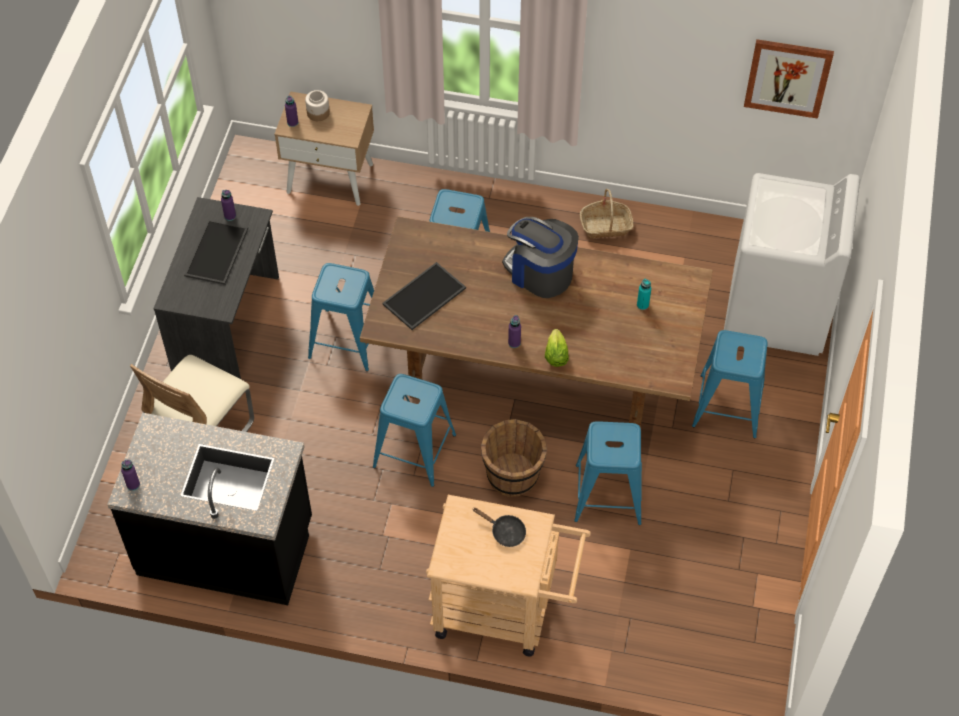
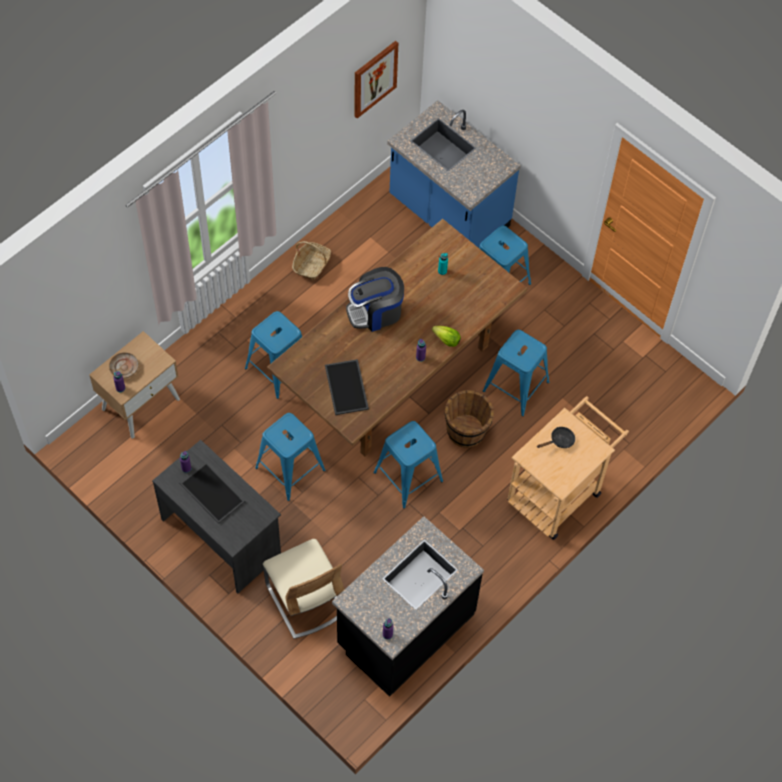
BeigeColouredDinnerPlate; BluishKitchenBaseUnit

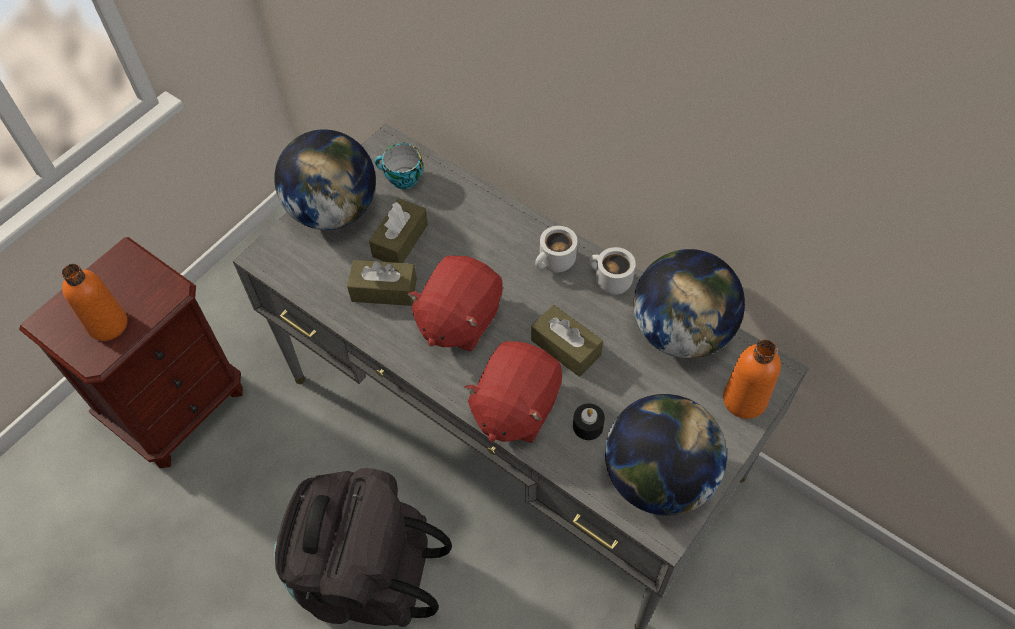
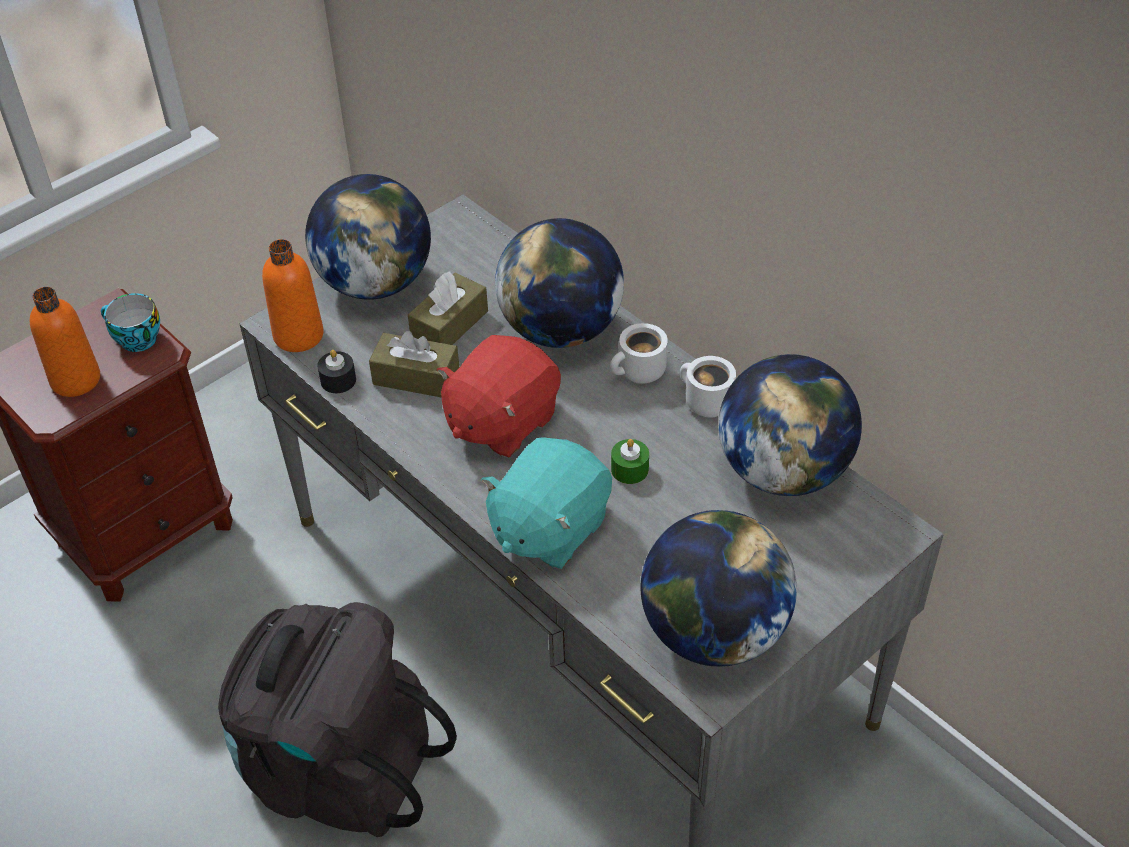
DrinkingCup; OrangeyBeverageBottle (2nd from left); BlackColouredCandle; BlueGreenCuddlyToy; WorldGlobe (2nd from left); GreenColouredCandle

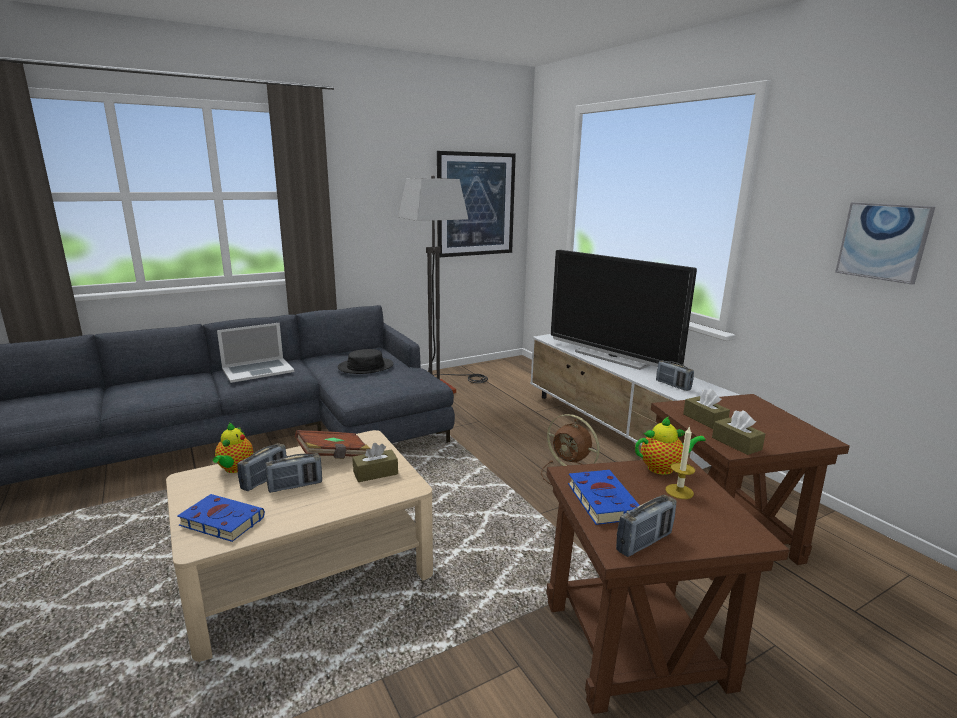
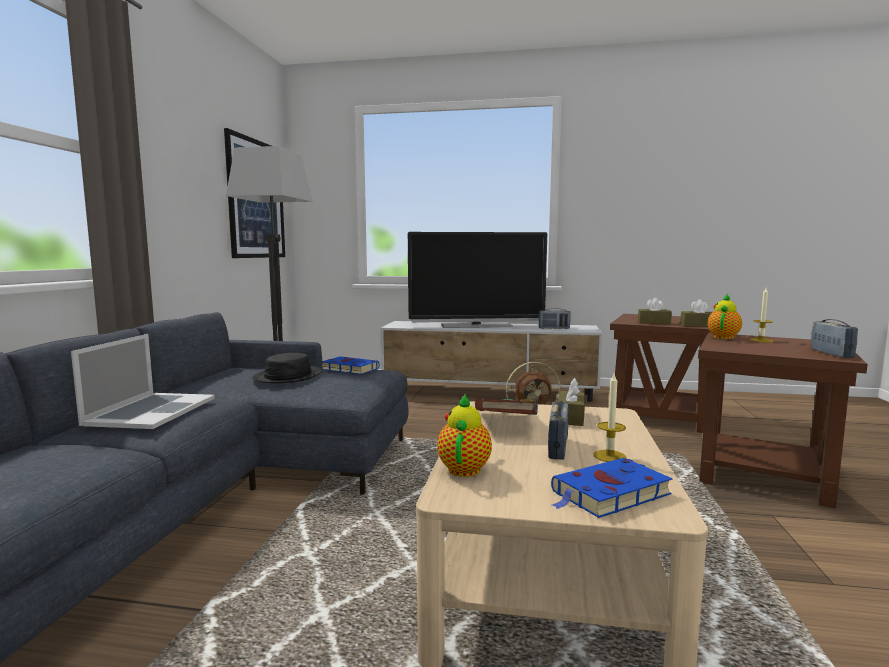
BluishBoundBook (1st from left); Teapot (1st from left); Candle (1st from left); RadioSet (1st from left in the first image); WallPicture (2nd from left in the first image)

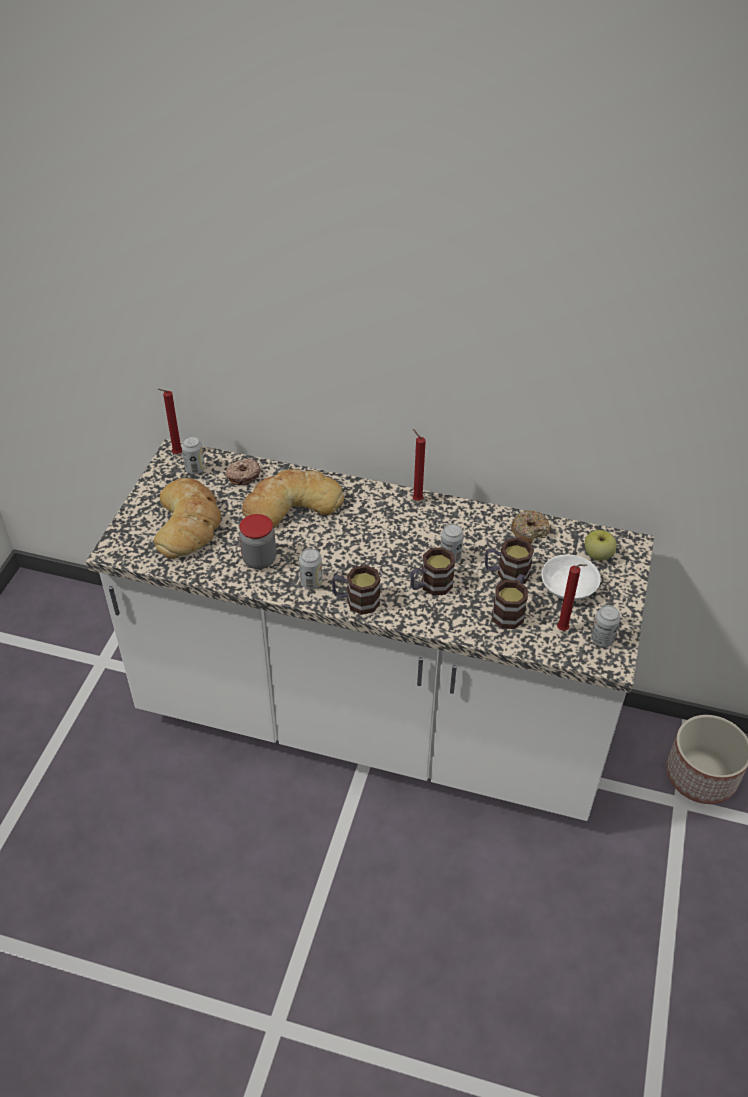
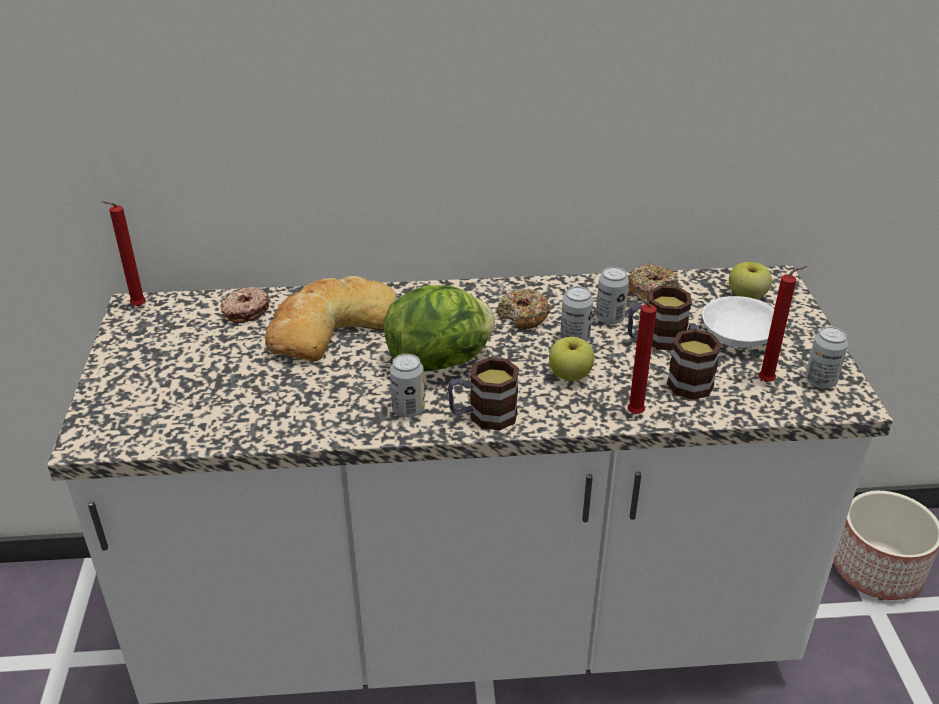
LettuceHead; Donut (2nd from left); AppleFruit (1st from left); MetalCan (3rd from left); RedColouredCandle (2nd from left); BakedBread (1st from left in the first image); StorageJar

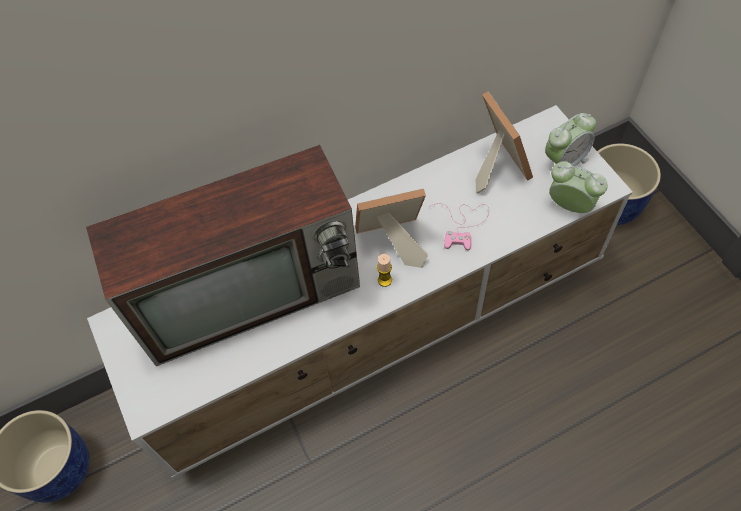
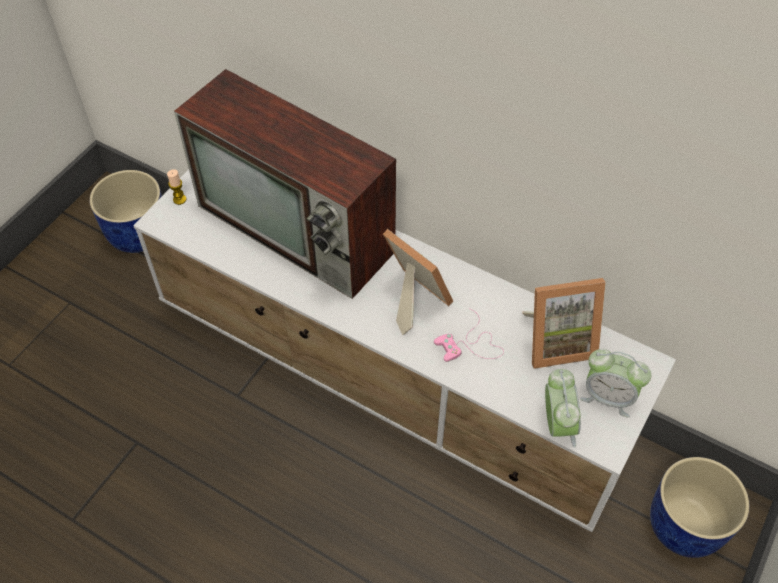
Candle; PictureFrame (2nd from left)

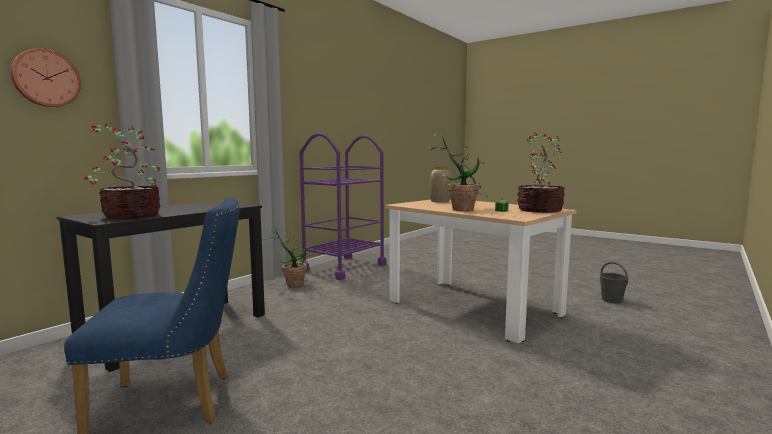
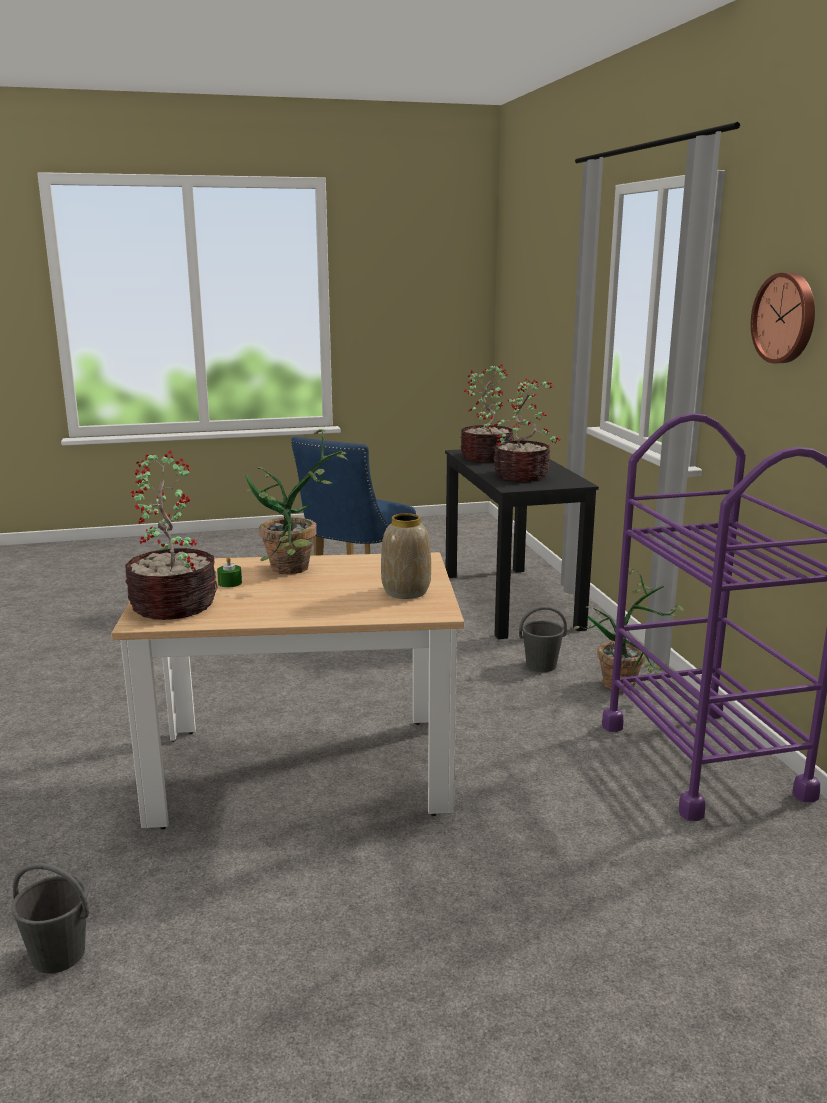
PlantInAPot (4th from left); GreyishBucket (2nd from left); ClockOnTheWall

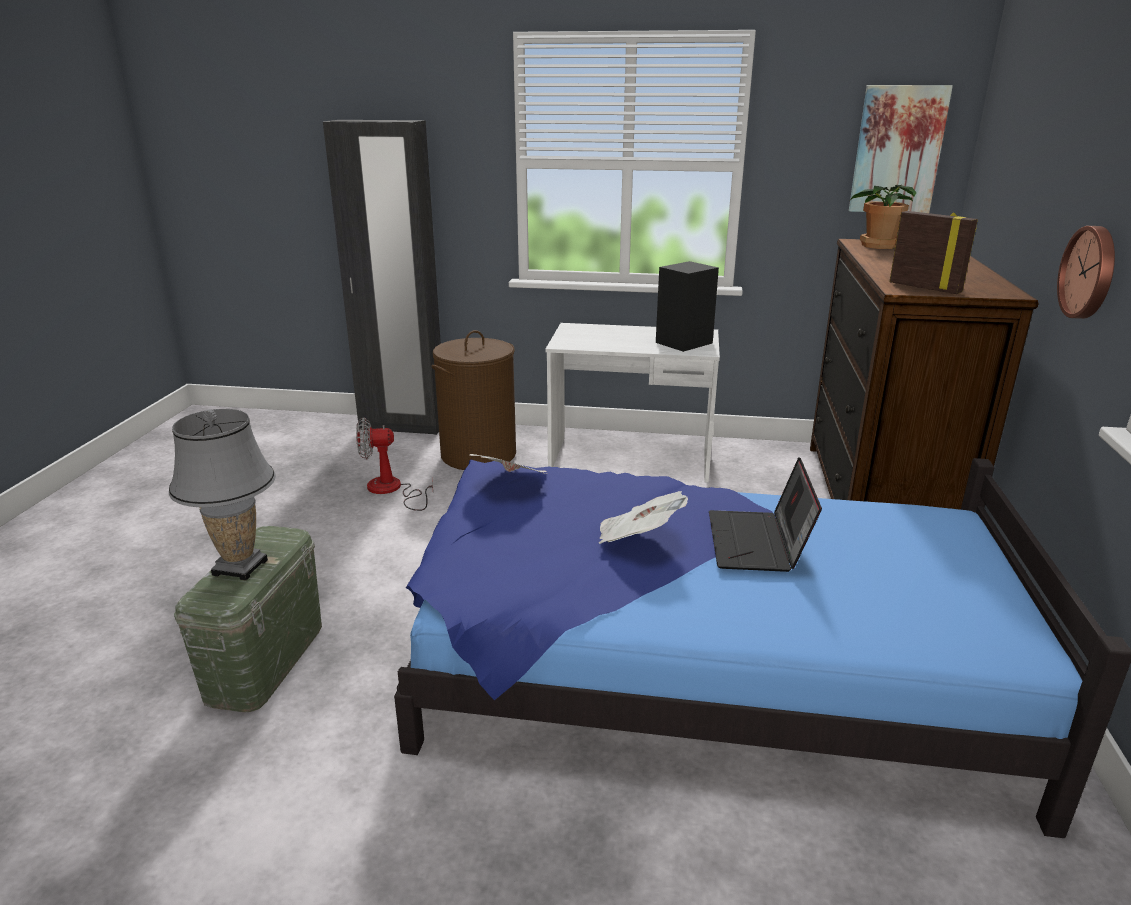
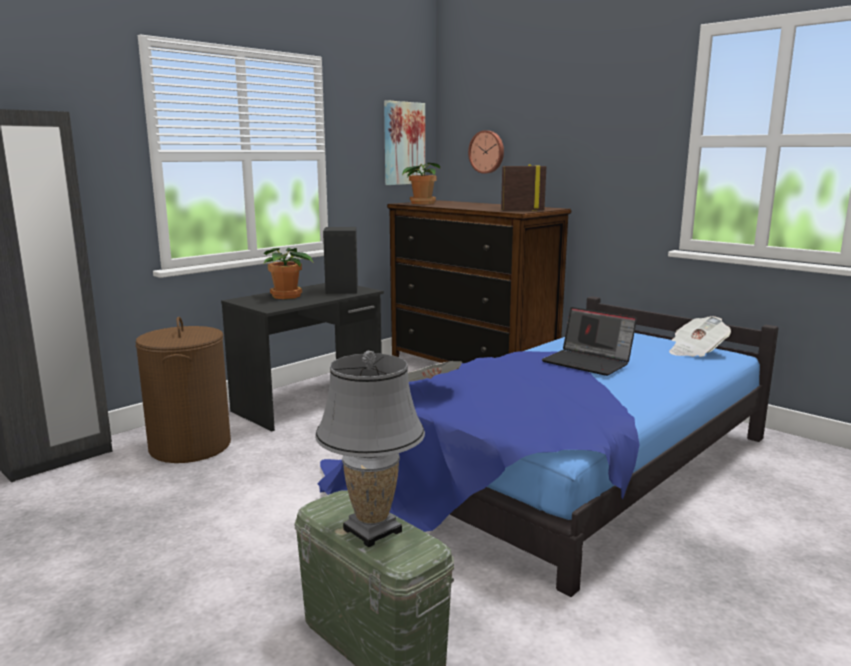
BlackColouredDeskUnit; PlantInAPot (1st from left); ClockOnTheWall; PrintedPaper (2nd from left); Fan

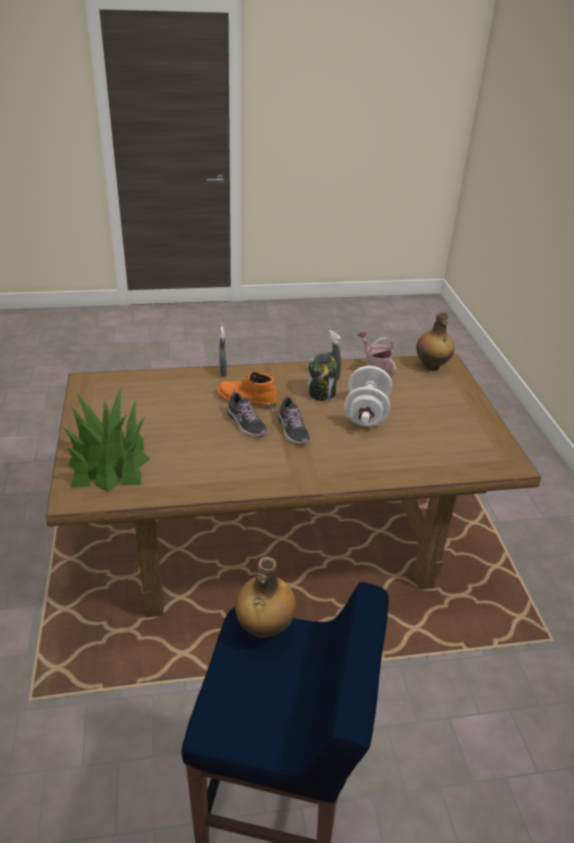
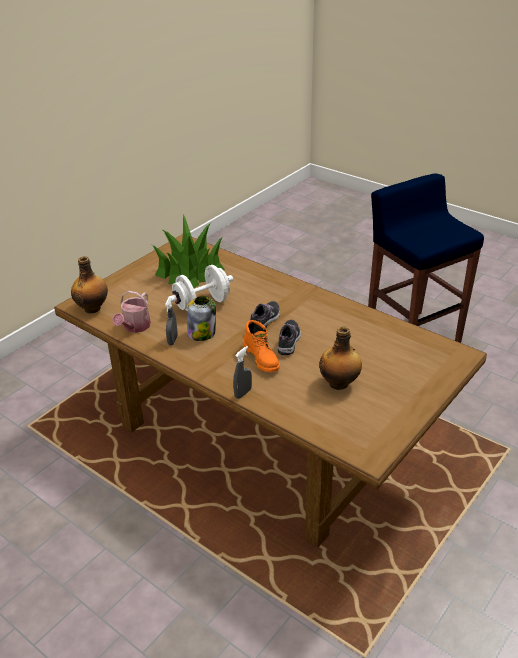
PlantInAPot; BeverageBottle (2nd from left)

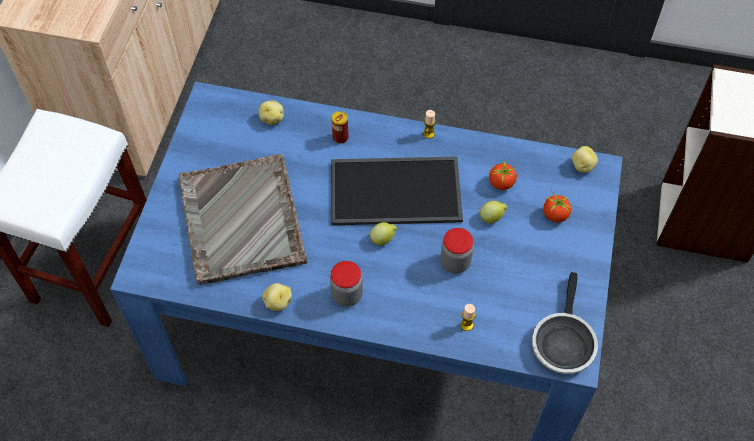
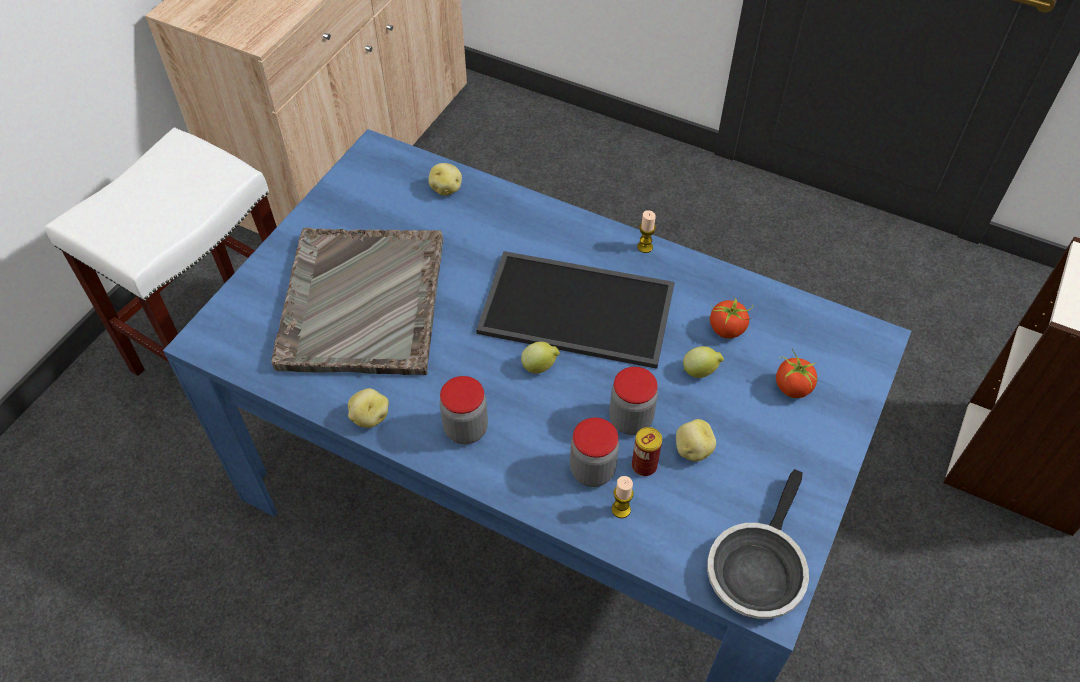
StorageJar (2nd from left); MetalCan; Potato (3rd from left)

